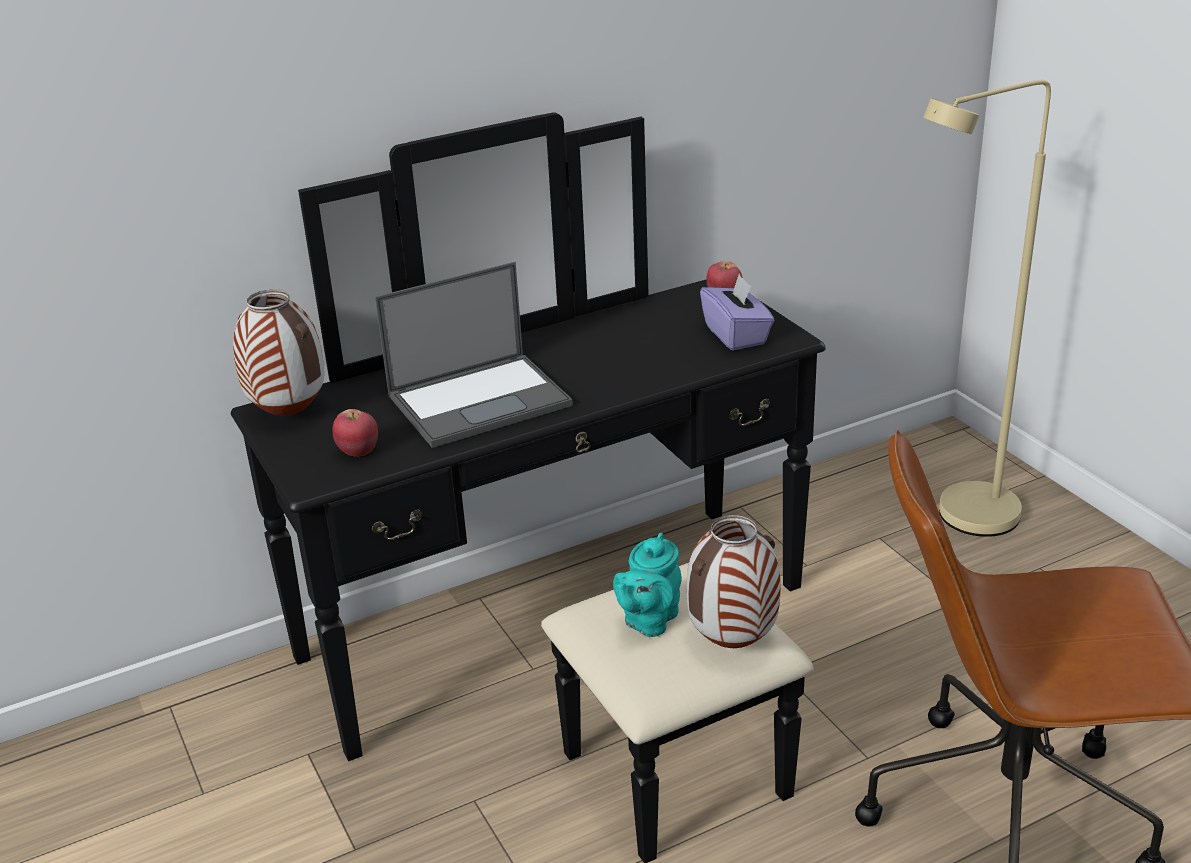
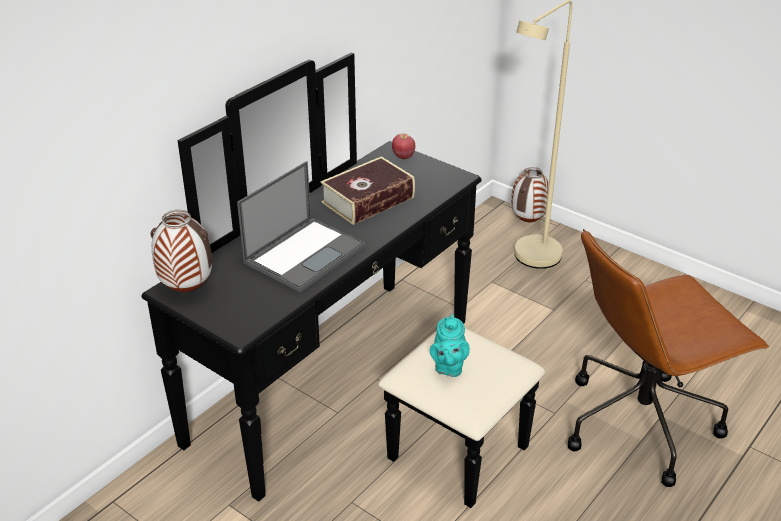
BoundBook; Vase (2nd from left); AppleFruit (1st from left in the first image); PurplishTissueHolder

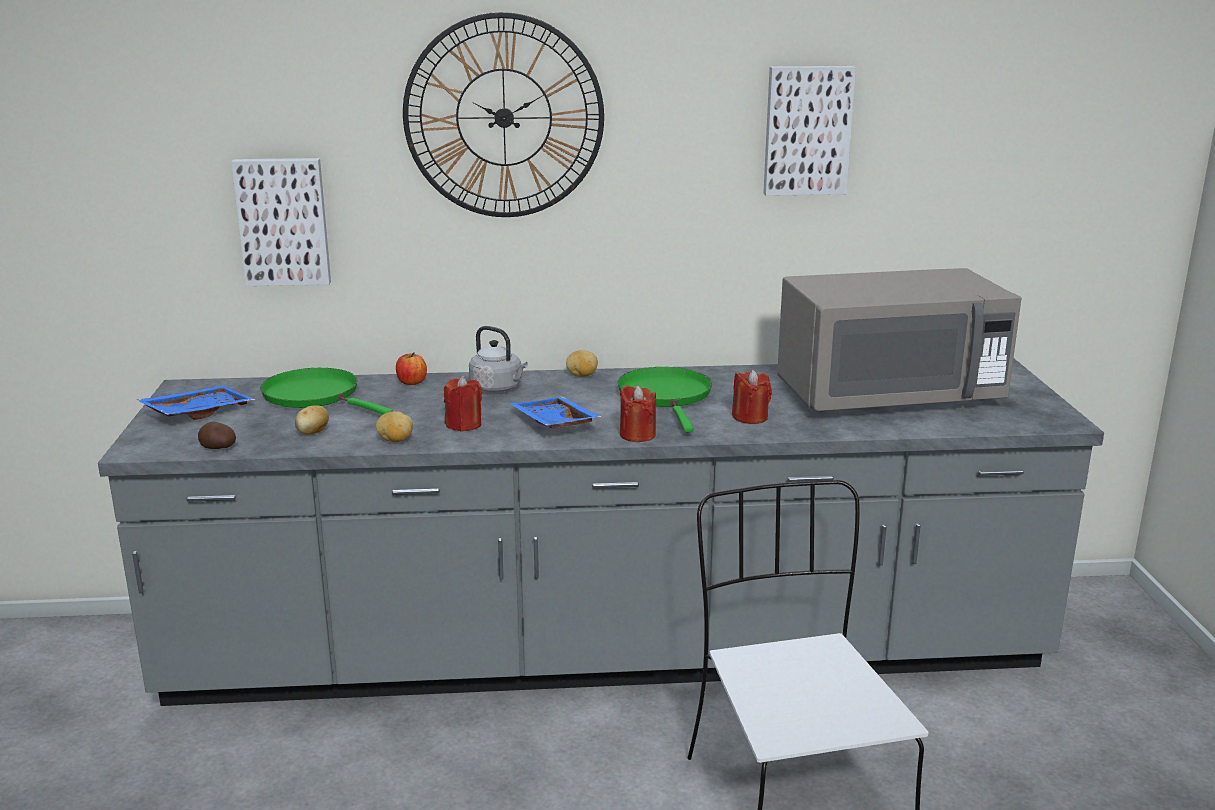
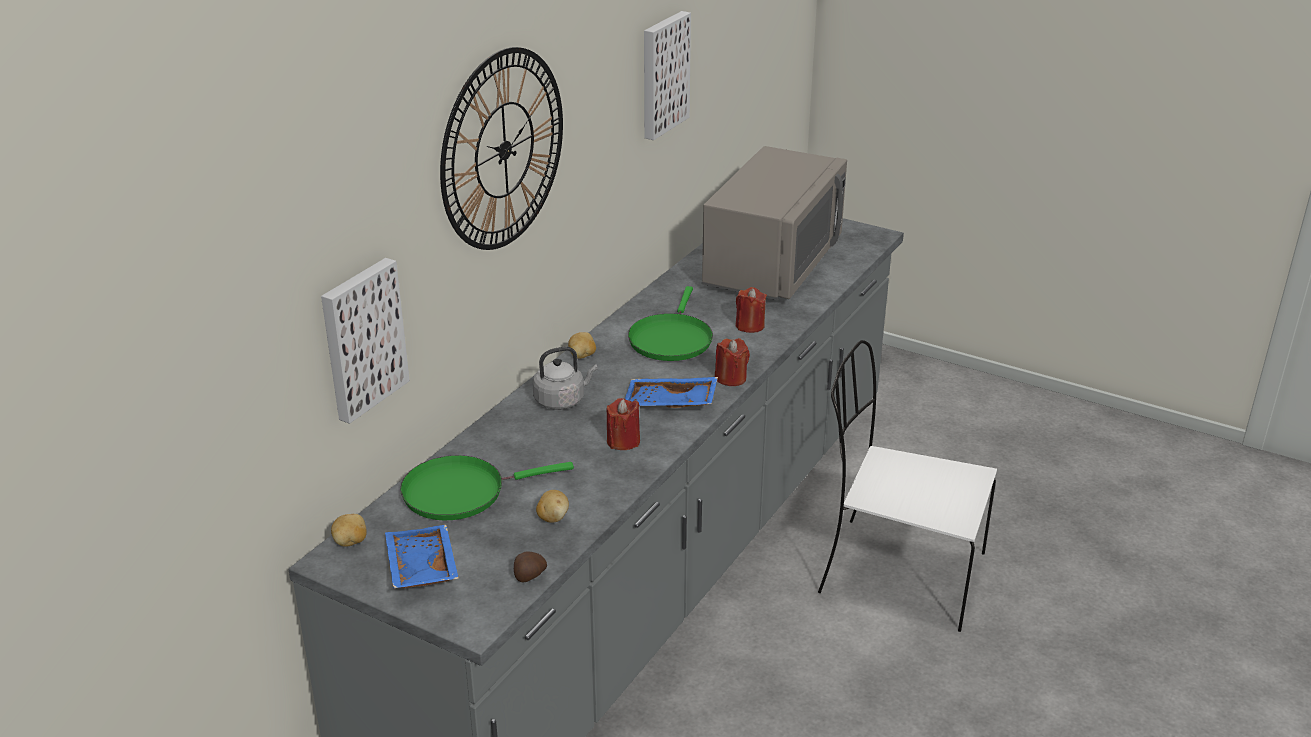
Potato (1st from left); GreenColouredFryingPan (2nd from left); AppleFruit

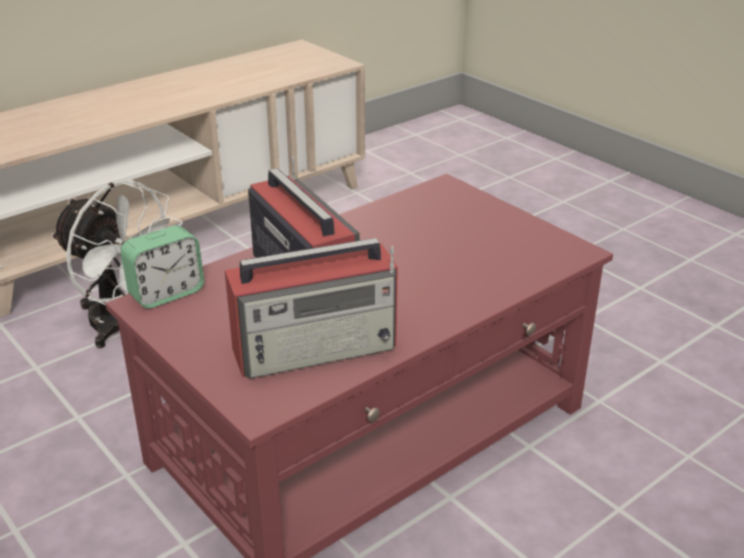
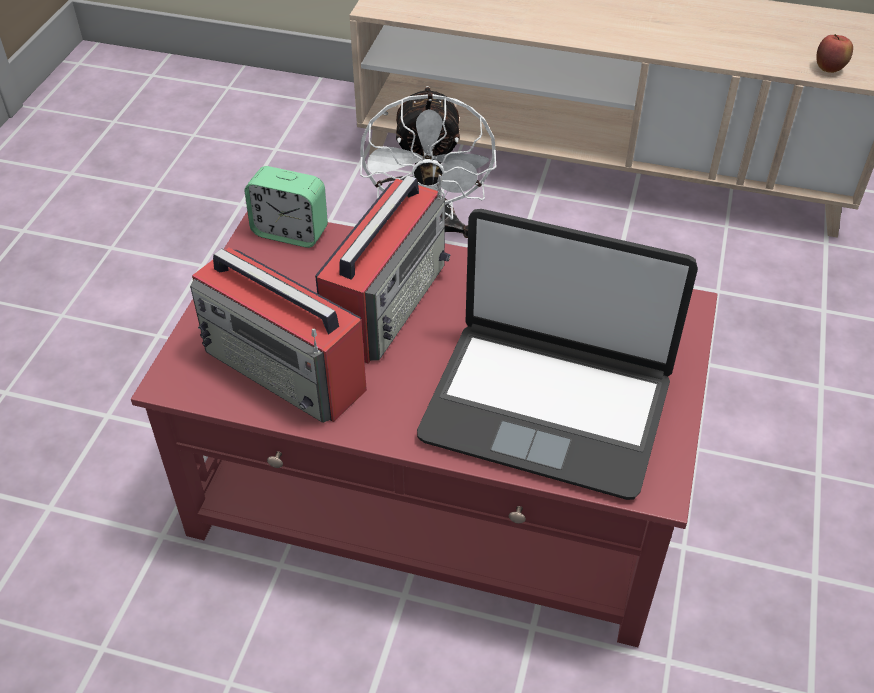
Laptop; AppleFruit

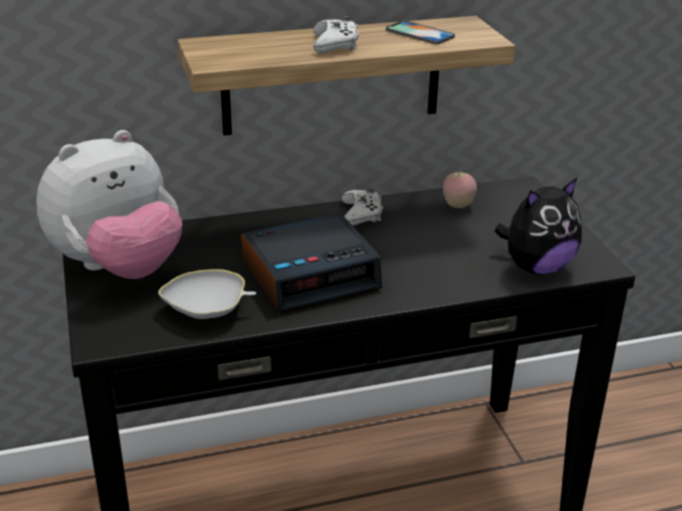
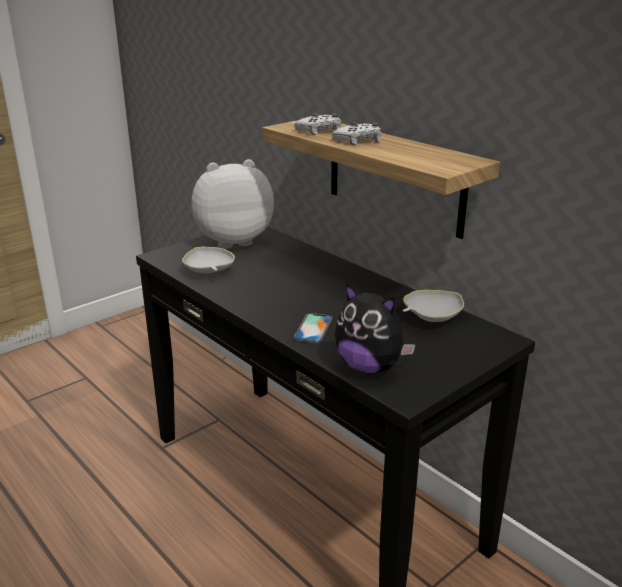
CuddlyToy (1st from left); WhitishJoypad (1st from left); Telephone; WhitishBowl (2nd from left); TableClock

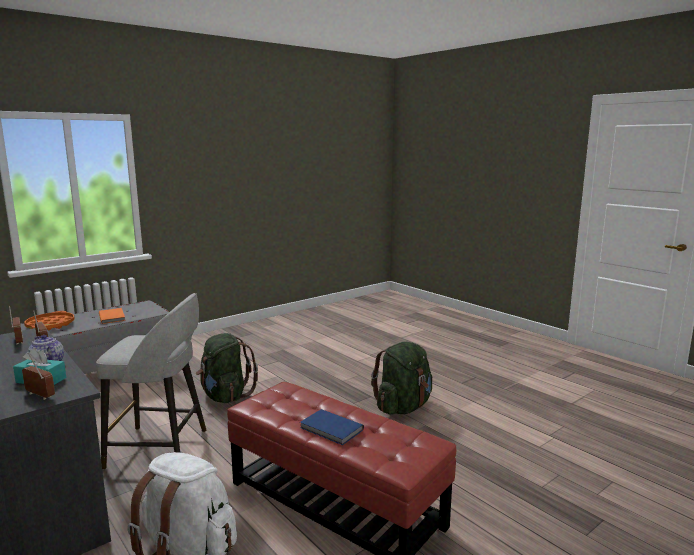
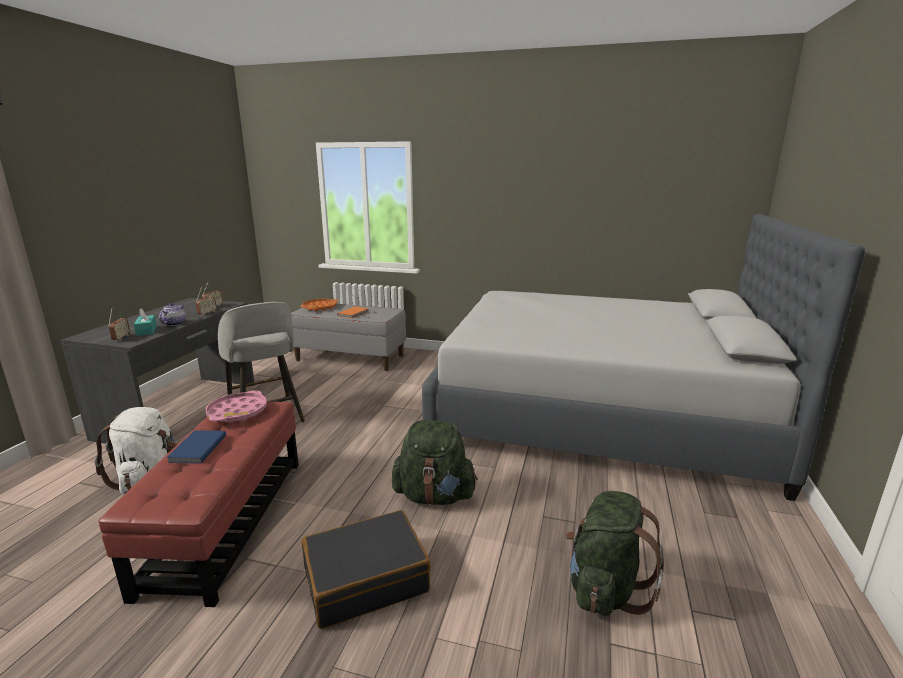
PinkCarryingTray; BlackColouredSuitcase; GreyishSleepingBed; GreenColouredRucksack (2nd from left)

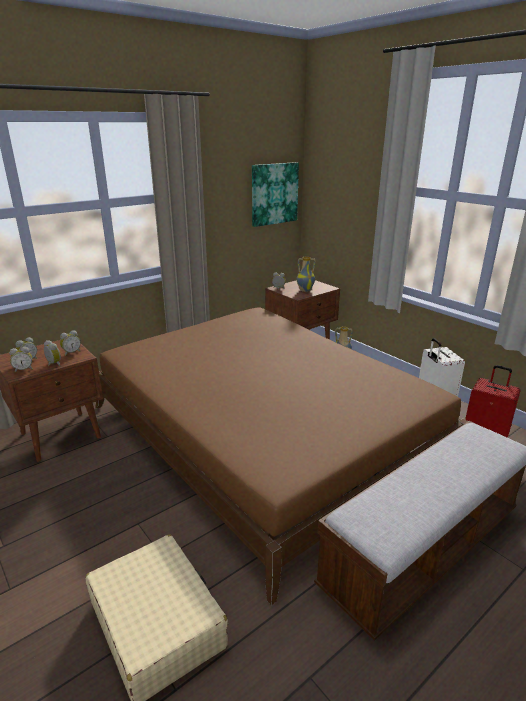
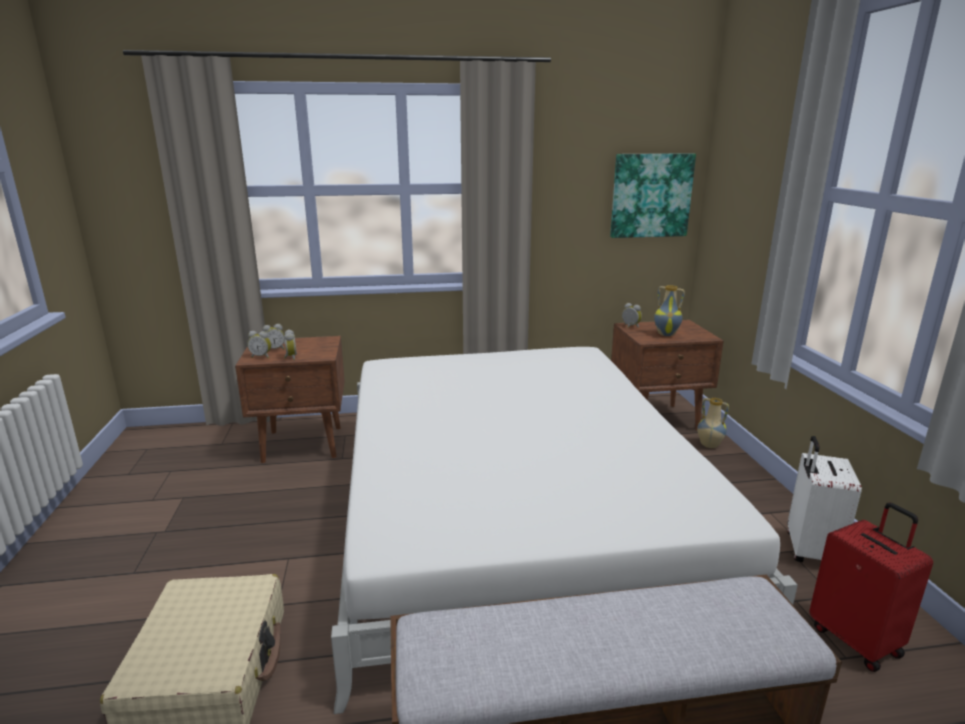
WhitishSleepingBed; TableClock (4th from left in the first image)

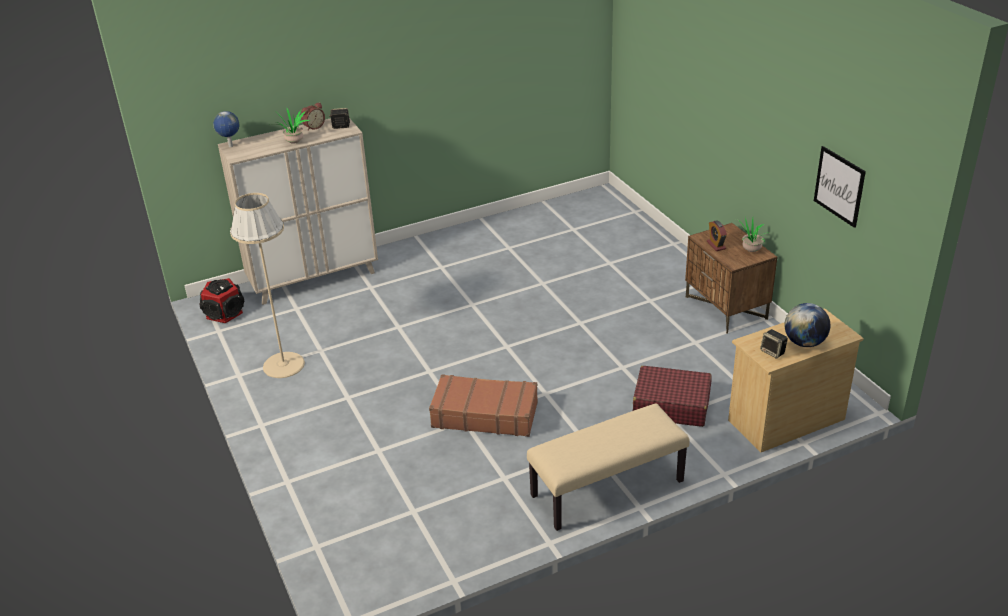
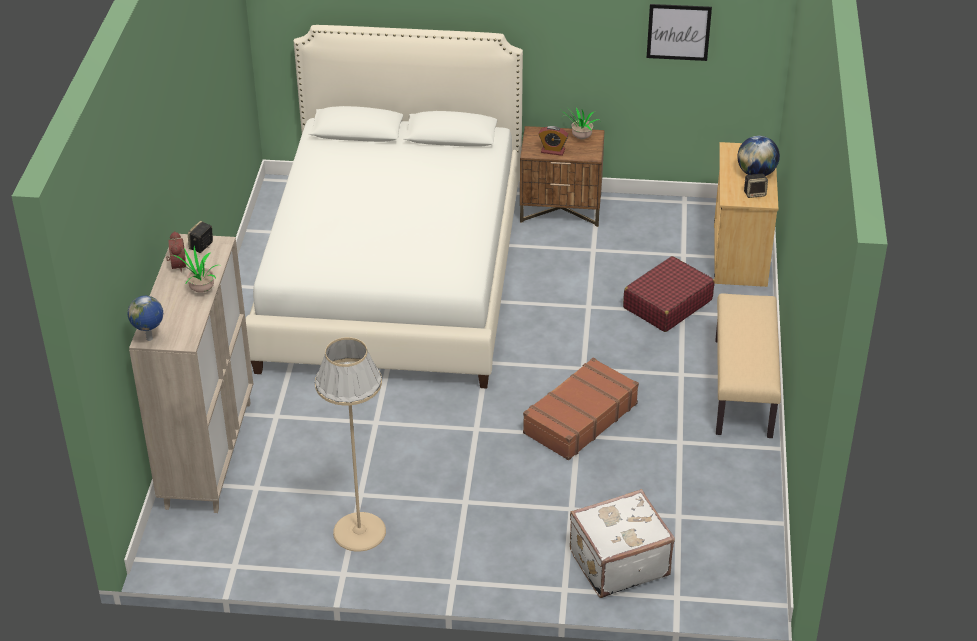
WhitishSleepingBed; WhitishSuitcase; AudioSpeaker (1st from left in the first image)

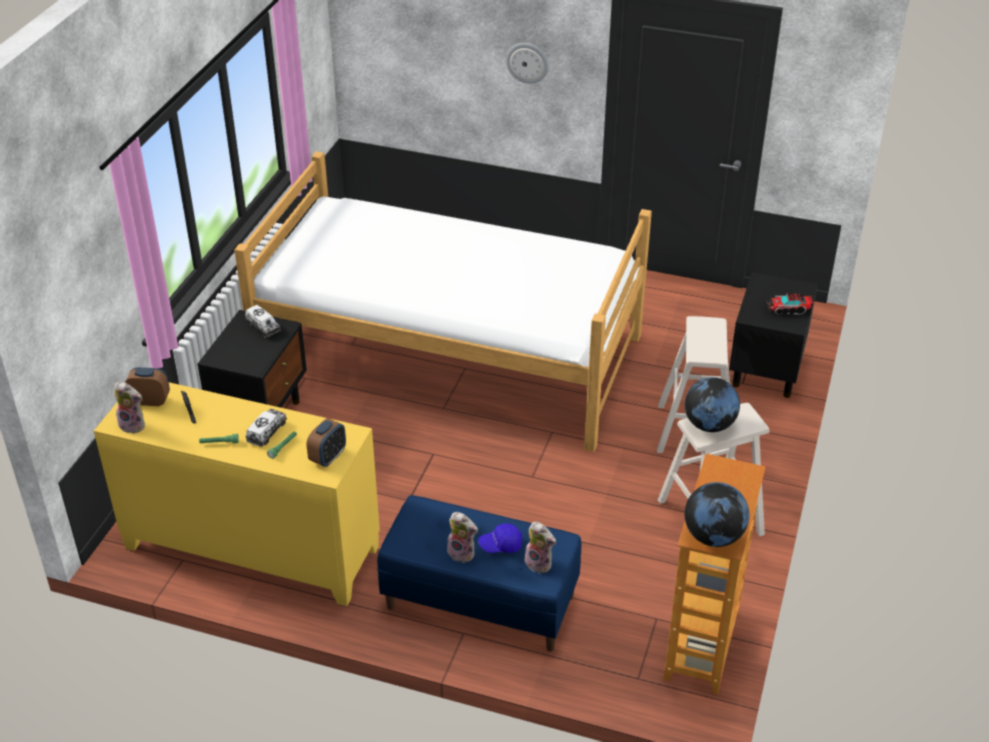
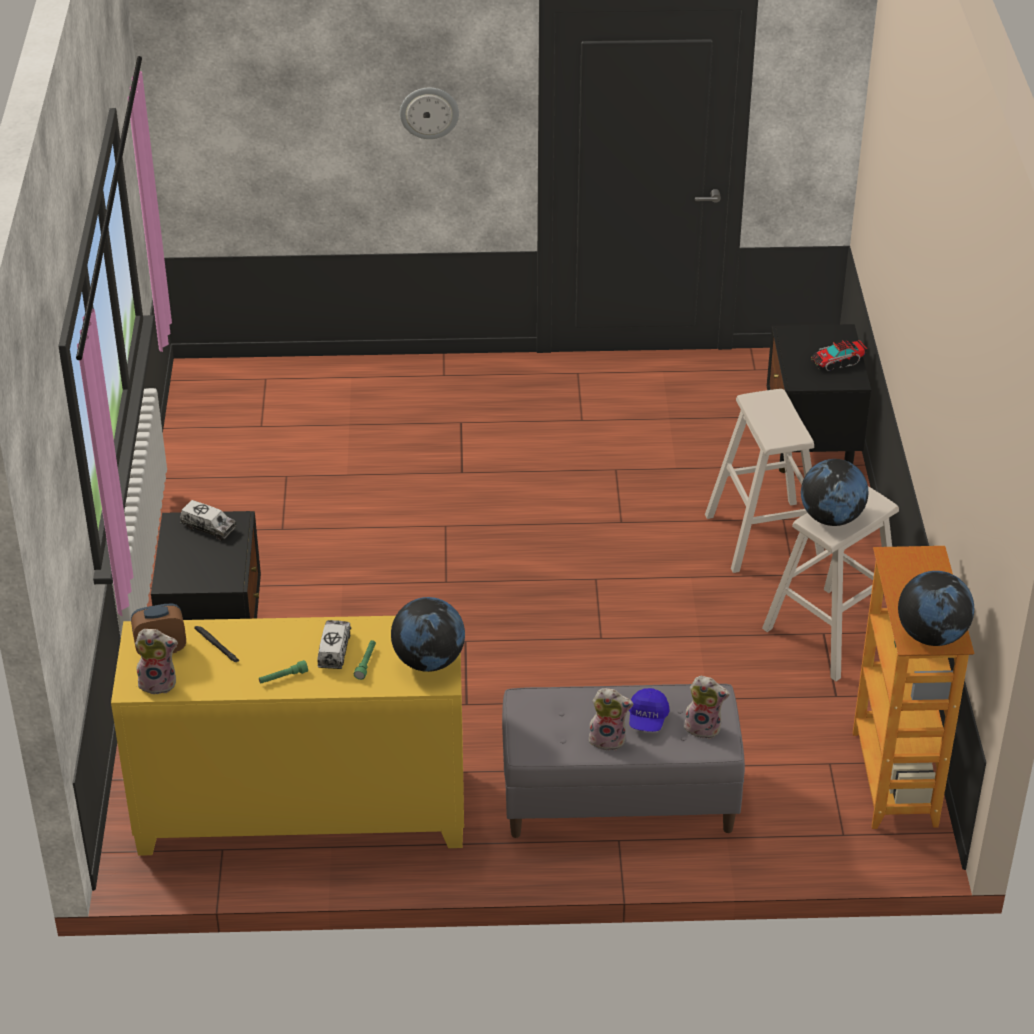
WorldGlobe (1st from left); GreyishBench; BluishPeakedCap; SleepingBed

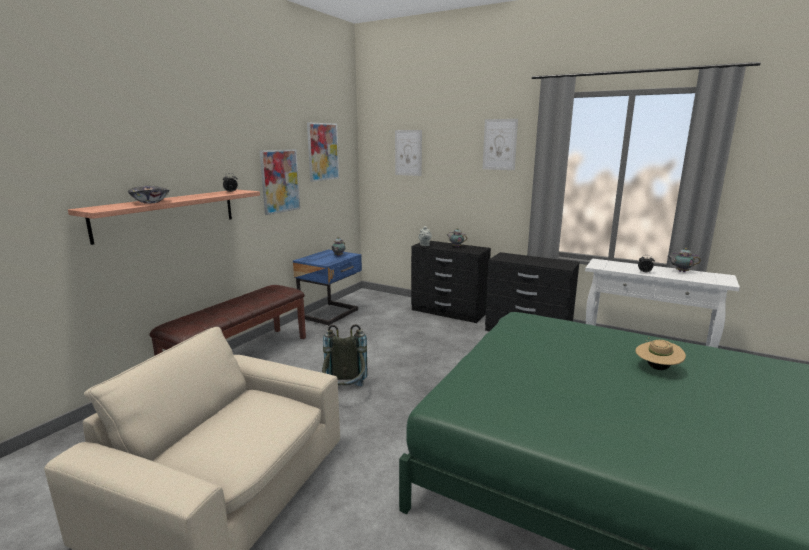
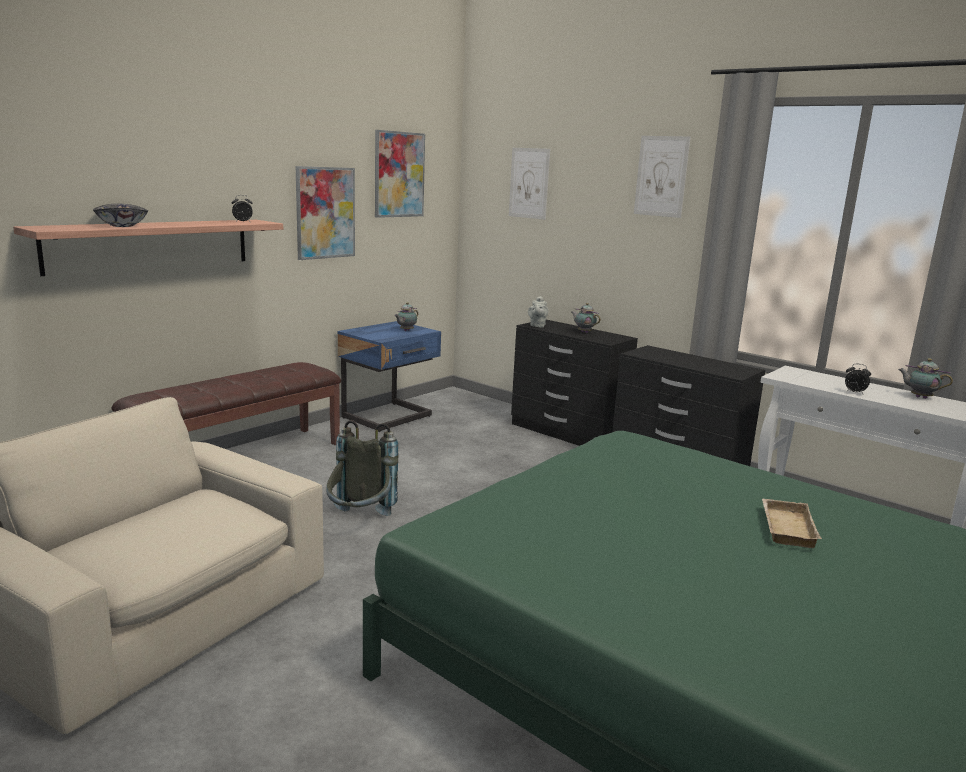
BeigeColouredCarryingTray

